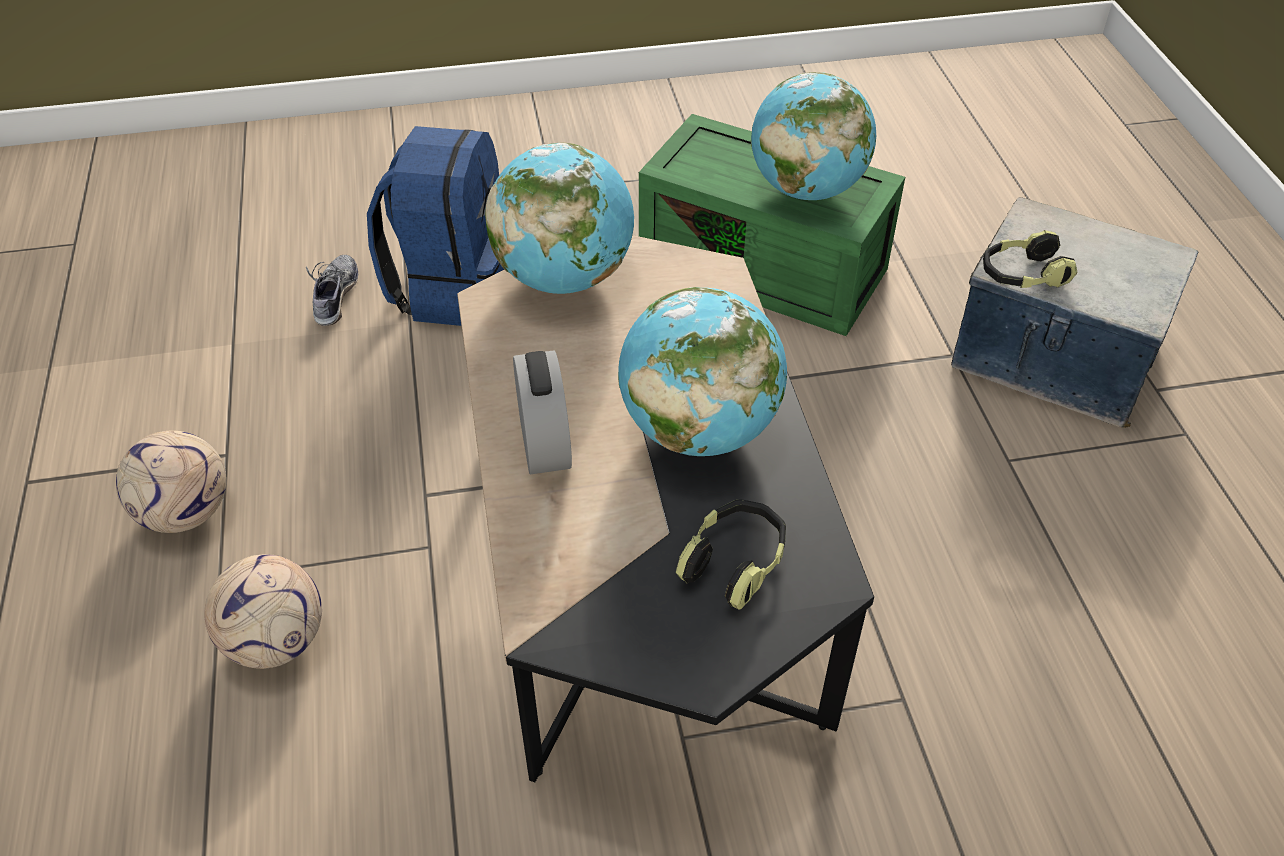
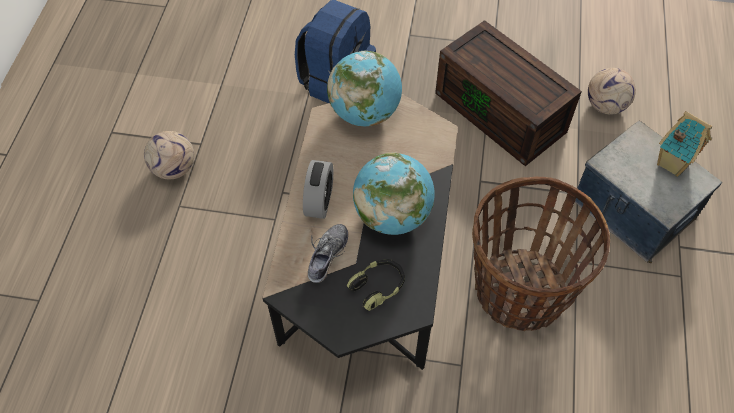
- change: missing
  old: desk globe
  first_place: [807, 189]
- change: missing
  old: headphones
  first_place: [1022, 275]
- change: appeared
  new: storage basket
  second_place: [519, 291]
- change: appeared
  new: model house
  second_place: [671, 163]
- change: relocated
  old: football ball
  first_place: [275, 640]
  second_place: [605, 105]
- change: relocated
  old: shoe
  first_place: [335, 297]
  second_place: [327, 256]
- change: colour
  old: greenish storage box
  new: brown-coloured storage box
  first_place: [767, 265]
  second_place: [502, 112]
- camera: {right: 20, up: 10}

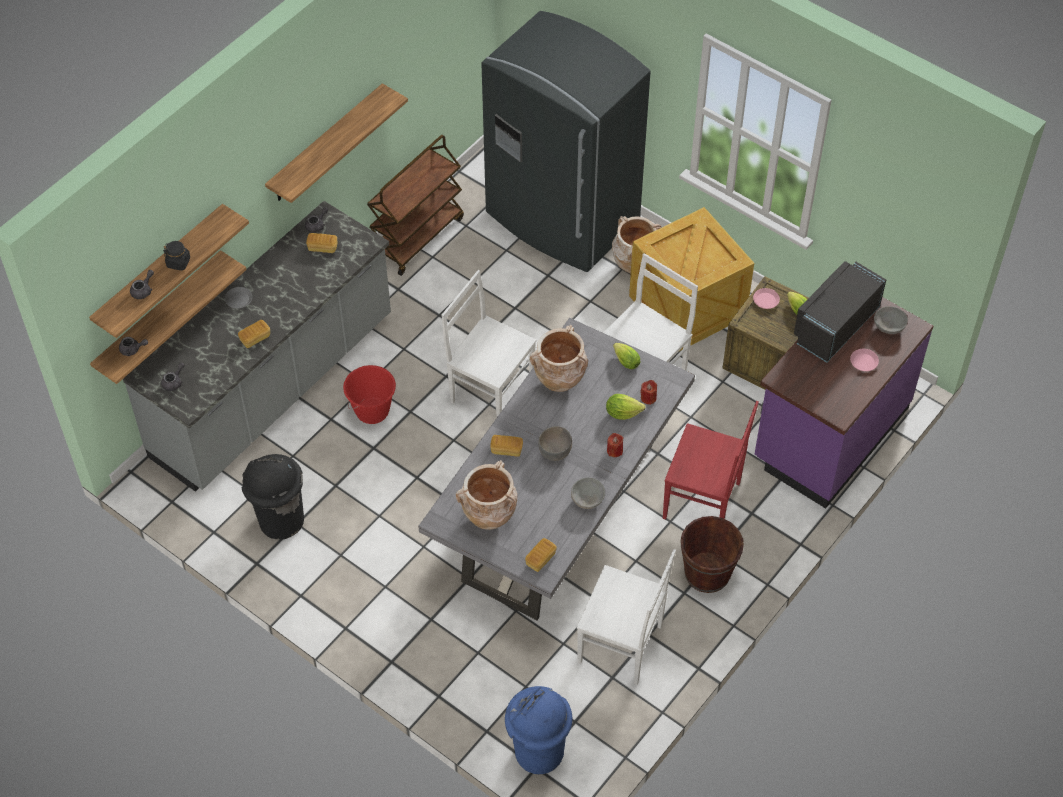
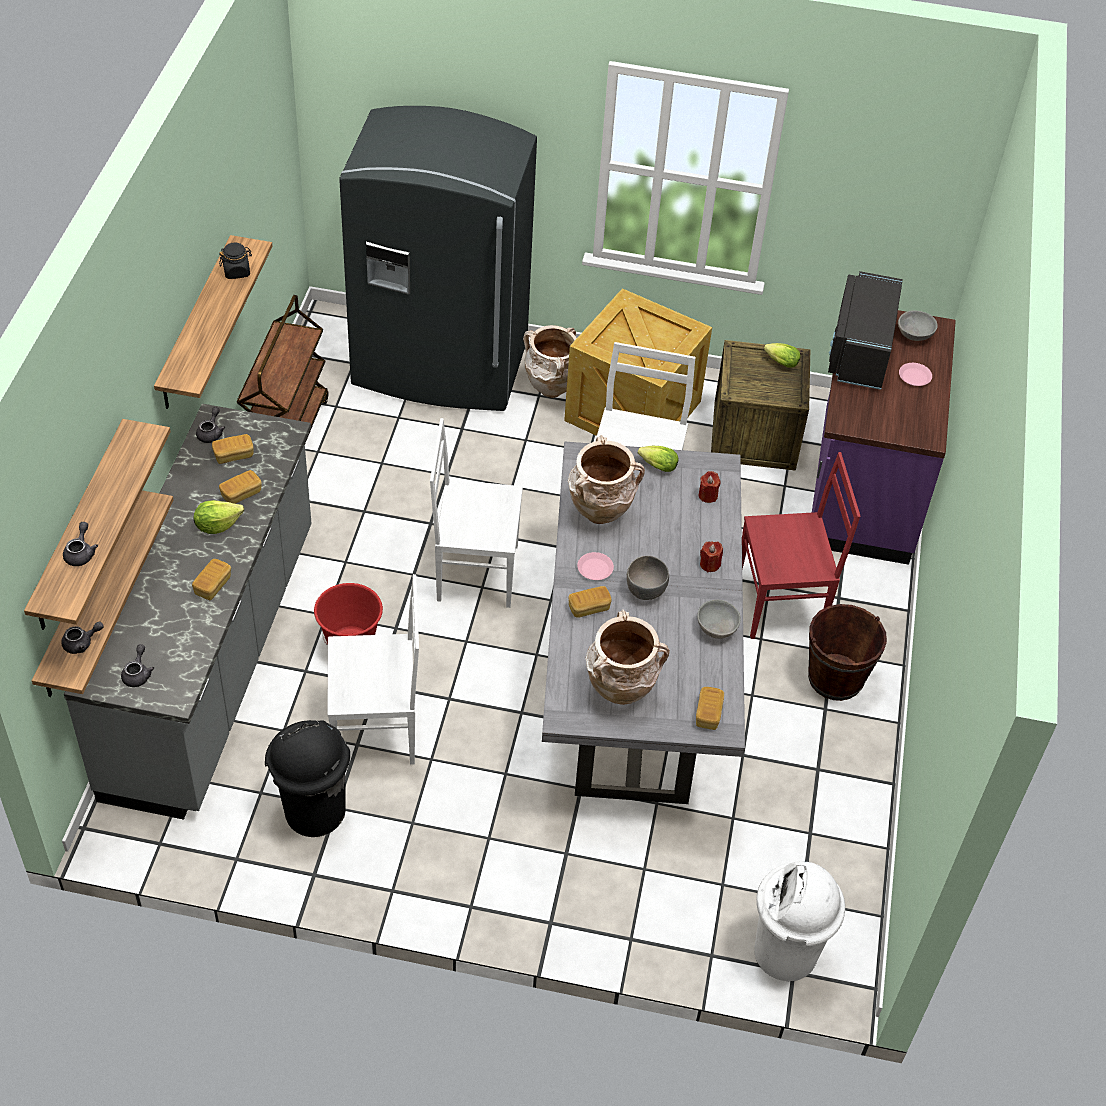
- change: missing
  old: gray dinner plate
  first_place: [238, 299]
- change: appeared
  new: bread
  second_place: [241, 494]
- change: relocated
  old: black-coloured jar
  first_place: [178, 262]
  second_place: [237, 271]
- change: relocated
  old: white chair
  first_place: [622, 645]
  second_place: [377, 729]
- change: relocated
  old: lettuce head
  first_place: [622, 413]
  second_place: [217, 525]
- change: relocated
  old: pink-coloured dinner plate
  first_place: [765, 300]
  second_place: [595, 569]
- change: colour
  old: blue-coloured trash can
  new: white trash can
  first_place: [538, 753]
  second_place: [785, 954]
- camera: {right: -30, up: -5}

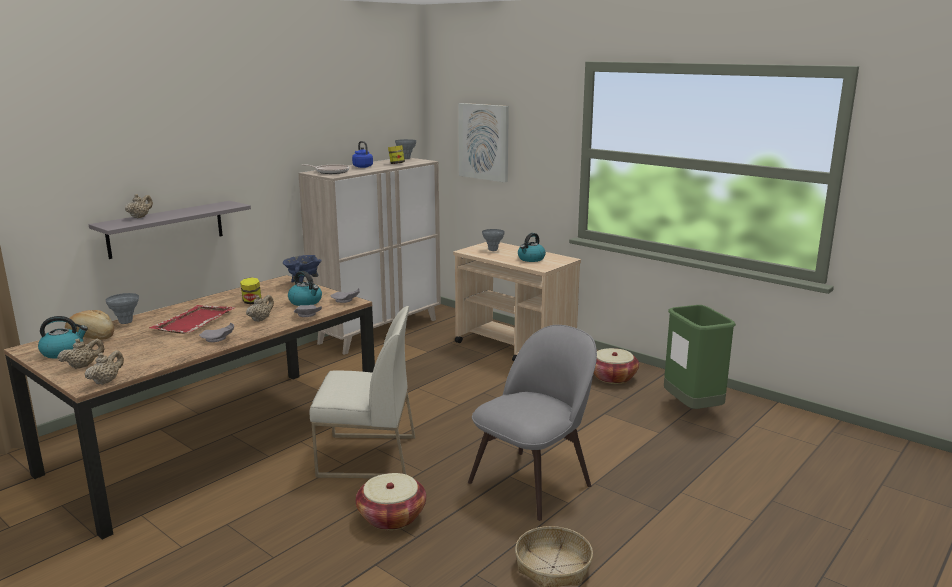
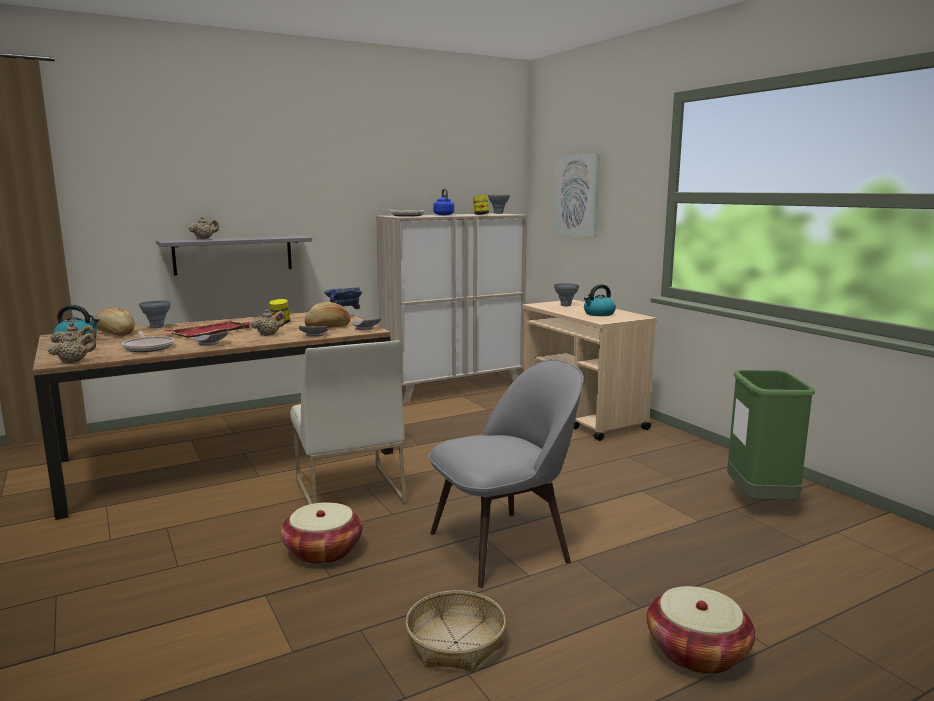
- change: appeared
  new: pan
  second_place: [148, 347]
- change: relocated
  old: storage basket
  first_place: [612, 377]
  second_place: [697, 652]
- change: exchanged
  old: water kettle
  new: bread
  first_place: [306, 302]
  second_place: [328, 327]
- change: spun
  old: white chair
  first_place: [366, 456]
  second_place: [348, 491]
  degrees: 45
- camera: {right: 20, up: -5}

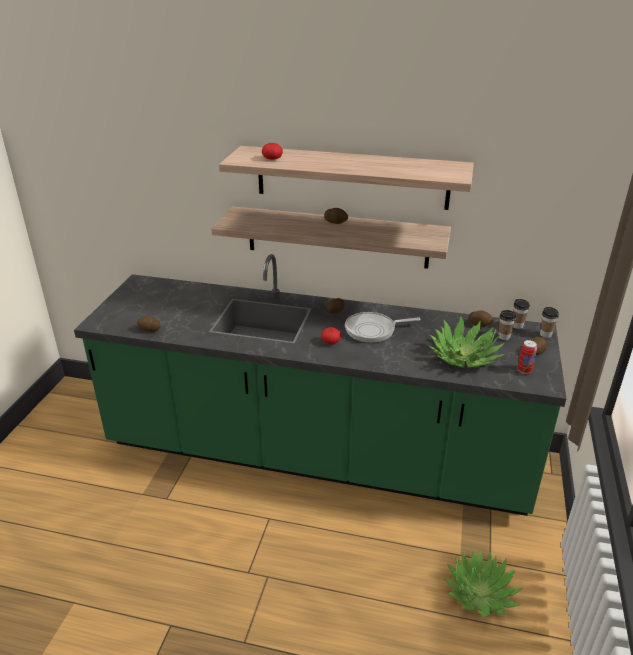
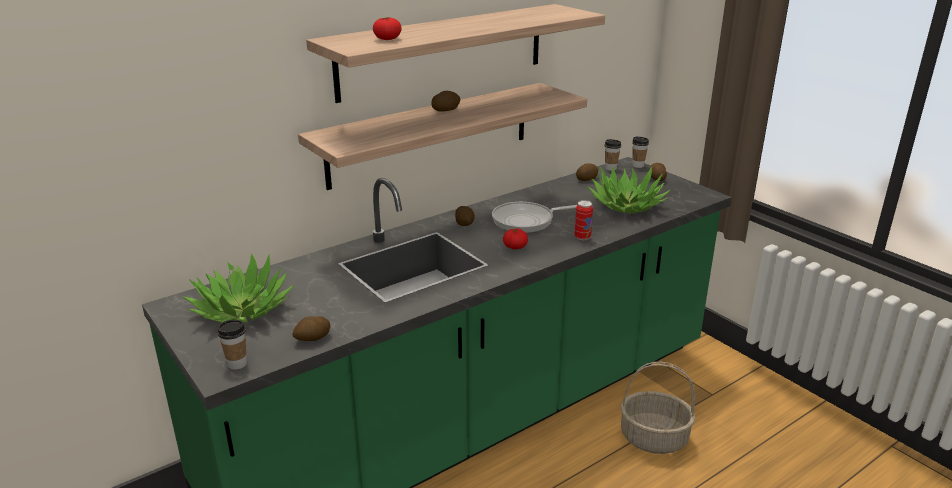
- change: appeared
  new: storage basket
  second_place: [654, 438]
- change: relocated
  old: houseplant
  first_place: [480, 592]
  second_place: [242, 309]
- change: relocated
  old: cup
  first_place: [504, 337]
  second_place: [237, 364]
- change: relocated
  old: can
  first_place: [524, 370]
  second_place: [582, 237]
- change: spun
  old: pan
  first_place: [373, 330]
  second_place: [526, 221]
  degrees: 45
- camera: {right: -50, up: -5}

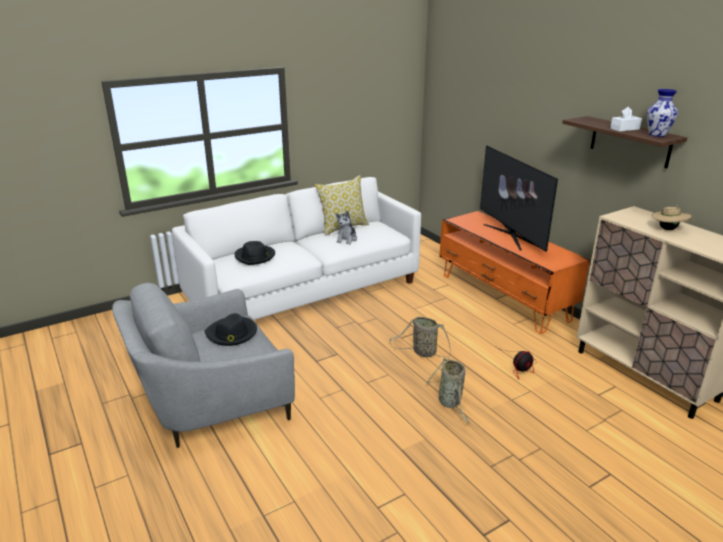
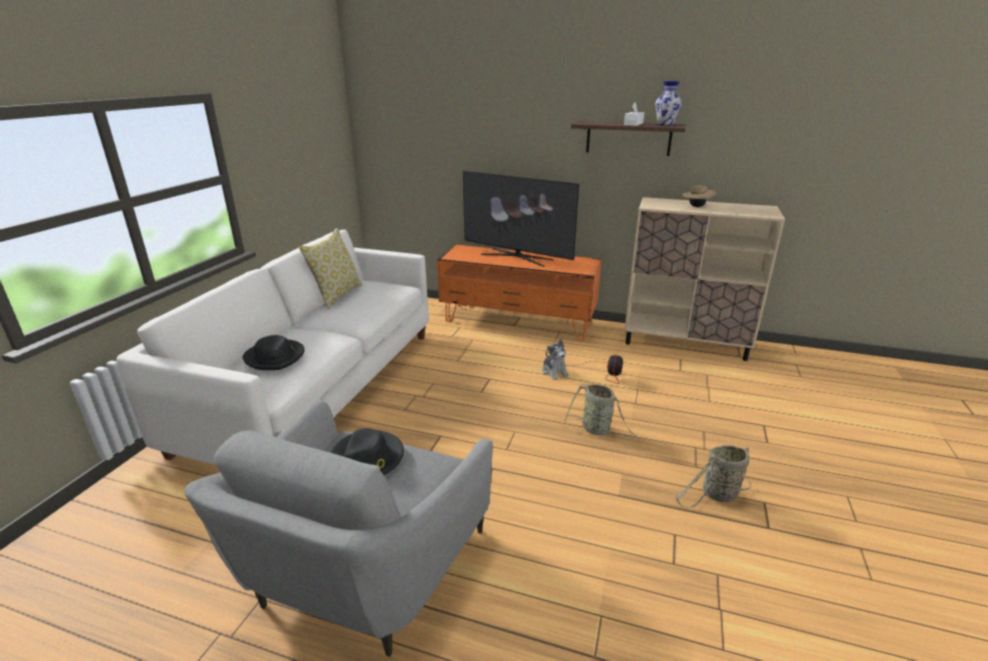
- change: relocated
  old: plush toy
  first_place: [347, 239]
  second_place: [554, 371]
- change: relocated
  old: storage basket
  first_place: [422, 352]
  second_place: [717, 495]
- camera: {right: -40, up: 0}

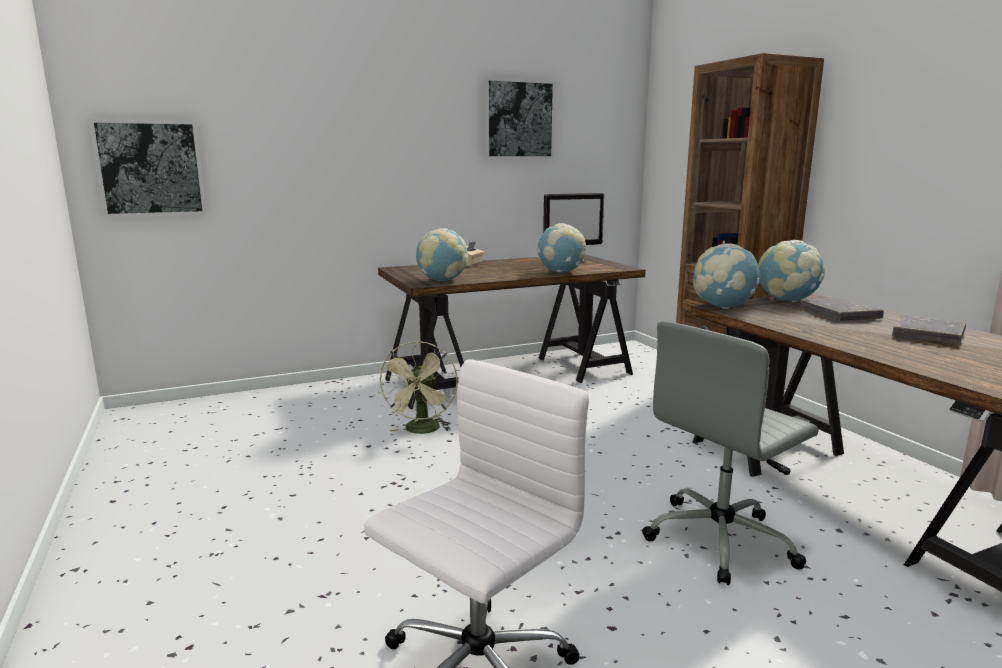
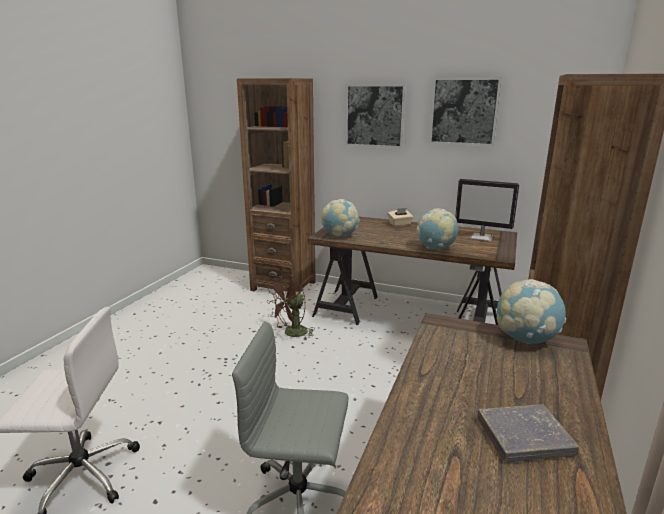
- change: missing
  old: desk globe
  first_place: [723, 307]
- change: missing
  old: gray bound book
  first_place: [840, 314]
- change: appeared
  new: brown-coloured bookshelf
  second_place: [283, 286]
- change: relocated
  old: wall picture
  first_place: [150, 168]
  second_place: [375, 115]
- change: colour
  old: greenish cooling fan
  new: brown-coloured cooling fan
  first_place: [422, 431]
  second_place: [292, 334]
- camera: {right: 45, up: 5}

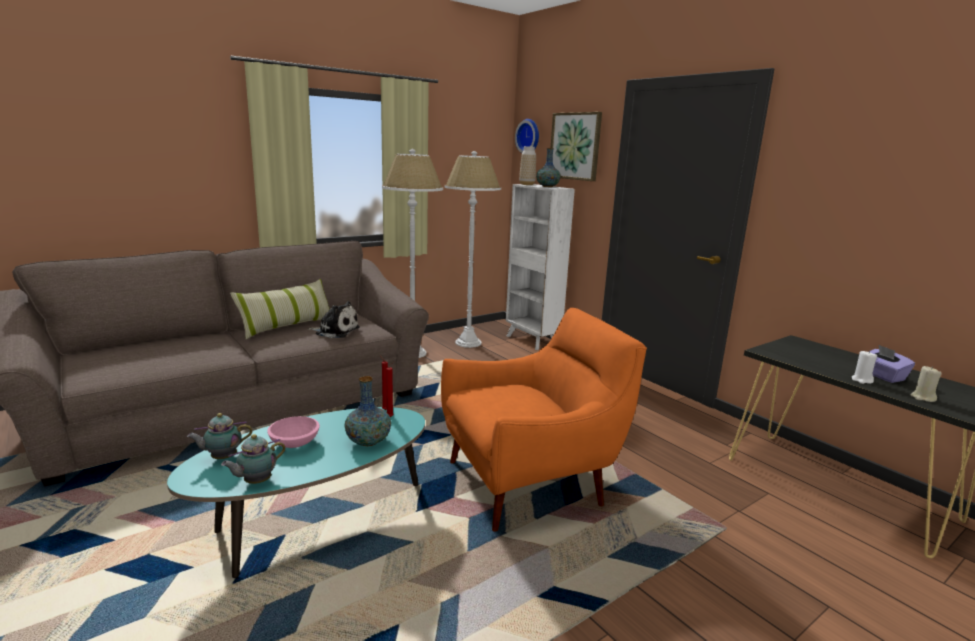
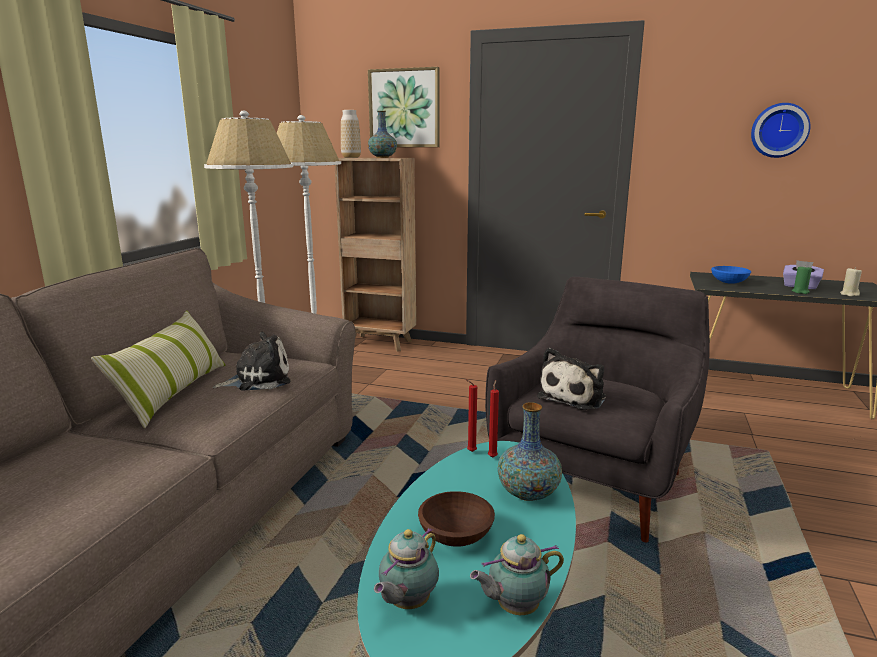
- change: appeared
  new: plush toy
  second_place: [574, 397]
- change: appeared
  new: blue-coloured deep dish
  second_place: [729, 282]
- change: relocated
  old: clock on the wall
  first_place: [529, 137]
  second_place: [779, 130]
- change: colour
  old: pink-coloured deep dish
  new: brown-coloured deep dish
  first_place: [295, 442]
  second_place: [455, 534]
- change: colour
  old: orangey easy chair
  new: gray easy chair
  first_place: [531, 482]
  second_place: [595, 479]
- change: colour
  old: white bookshelf
  new: brown-coloured bookshelf
  first_place: [532, 341]
  second_place: [380, 343]
- change: colour
  old: white candle
  new: greenish candle
  first_place: [861, 380]
  second_place: [800, 292]
- change: spun
  old: teapot
  first_place: [256, 482]
  second_place: [514, 608]
  degrees: 60
- camera: {right: -35, up: 0}

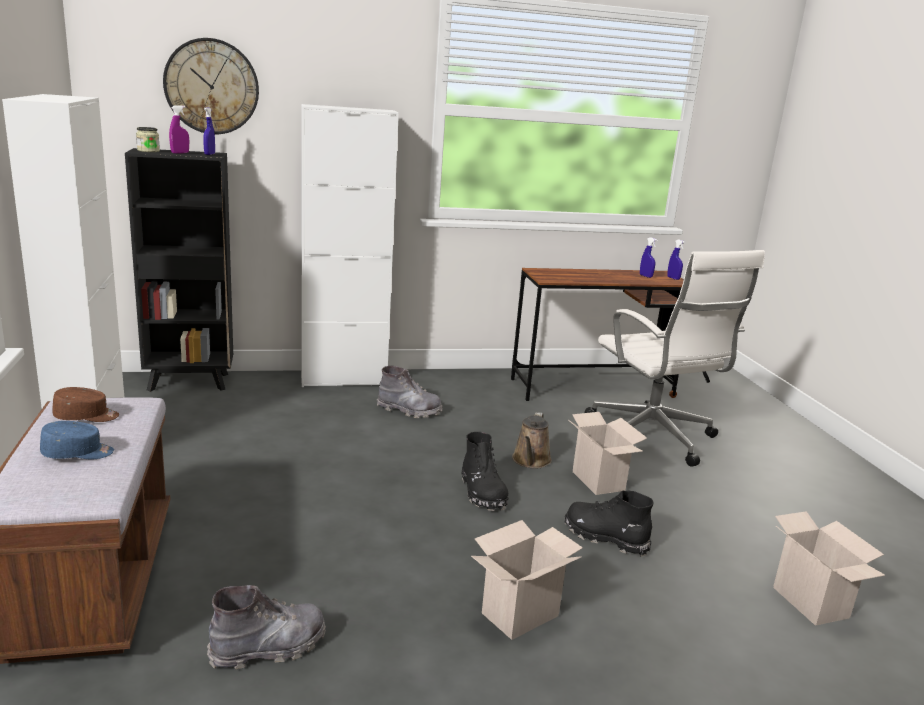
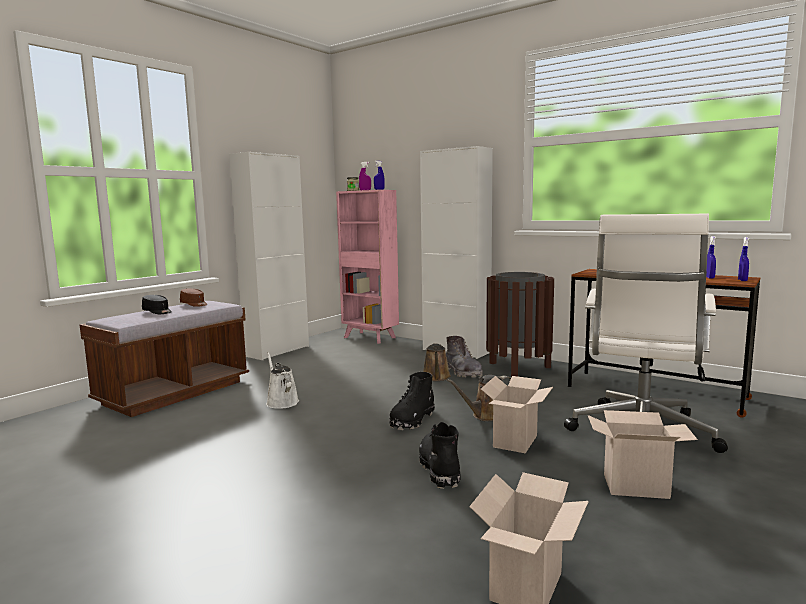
- change: missing
  old: clock on the wall
  first_place: [211, 87]
- change: missing
  old: gray boot
  first_place: [269, 648]
- change: appeared
  new: white sprinkling can
  second_place: [281, 401]
- change: appeared
  new: brown-coloured sprinkling can
  second_place: [436, 377]
- change: appeared
  new: brown-coloured trash can
  second_place: [518, 368]
- change: relocated
  old: carton
  first_place: [520, 612]
  second_place: [637, 486]
- change: colour
  old: blue-coloured cap
  new: black-coloured cap
  first_place: [78, 453]
  second_place: [157, 312]
- change: colour
  old: black-coloured bookshelf
  new: pink-coloured bookshelf
  first_place: [190, 382]
  second_place: [370, 338]
- camera: {right: 50, up: -10}

